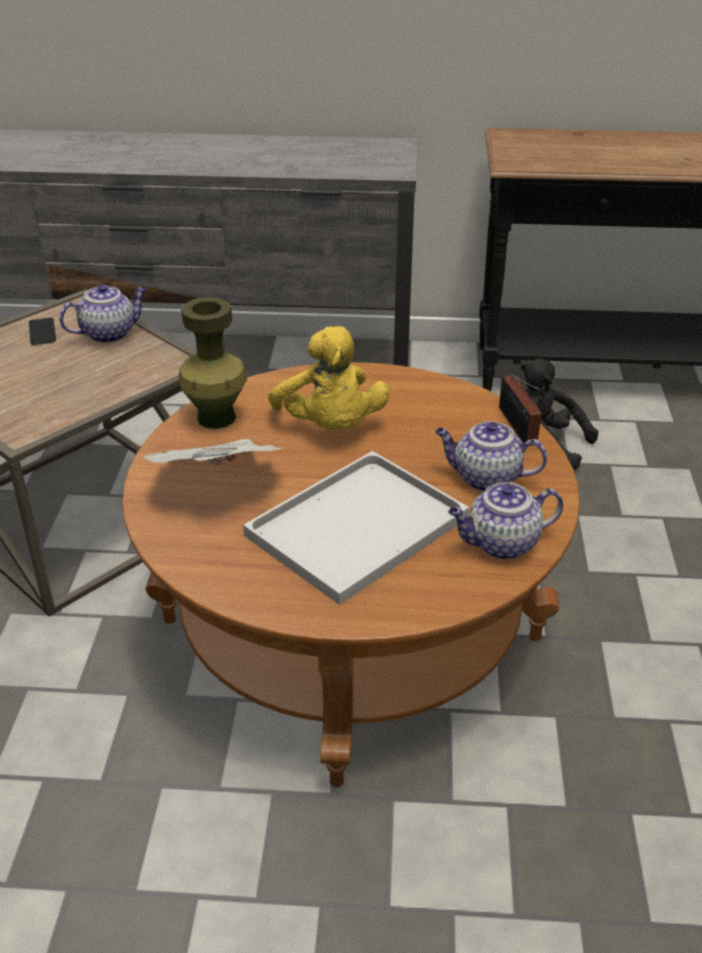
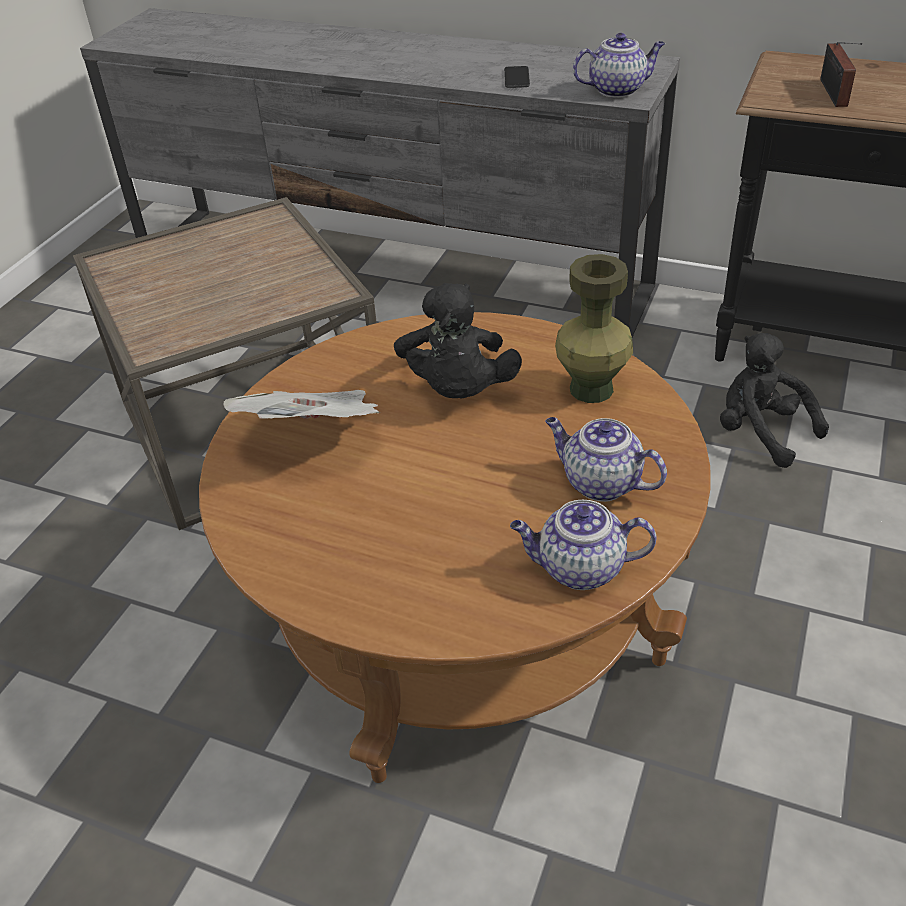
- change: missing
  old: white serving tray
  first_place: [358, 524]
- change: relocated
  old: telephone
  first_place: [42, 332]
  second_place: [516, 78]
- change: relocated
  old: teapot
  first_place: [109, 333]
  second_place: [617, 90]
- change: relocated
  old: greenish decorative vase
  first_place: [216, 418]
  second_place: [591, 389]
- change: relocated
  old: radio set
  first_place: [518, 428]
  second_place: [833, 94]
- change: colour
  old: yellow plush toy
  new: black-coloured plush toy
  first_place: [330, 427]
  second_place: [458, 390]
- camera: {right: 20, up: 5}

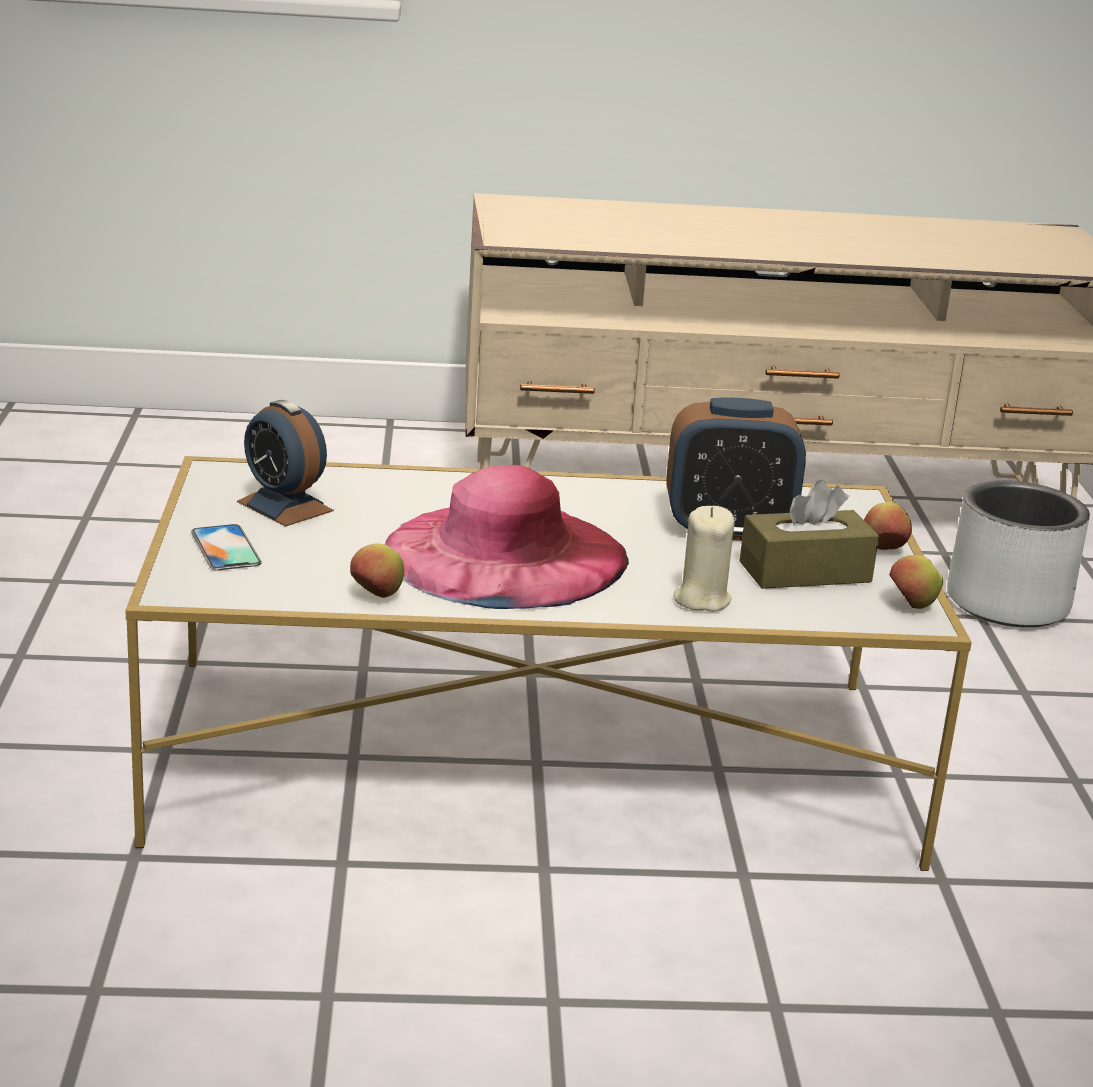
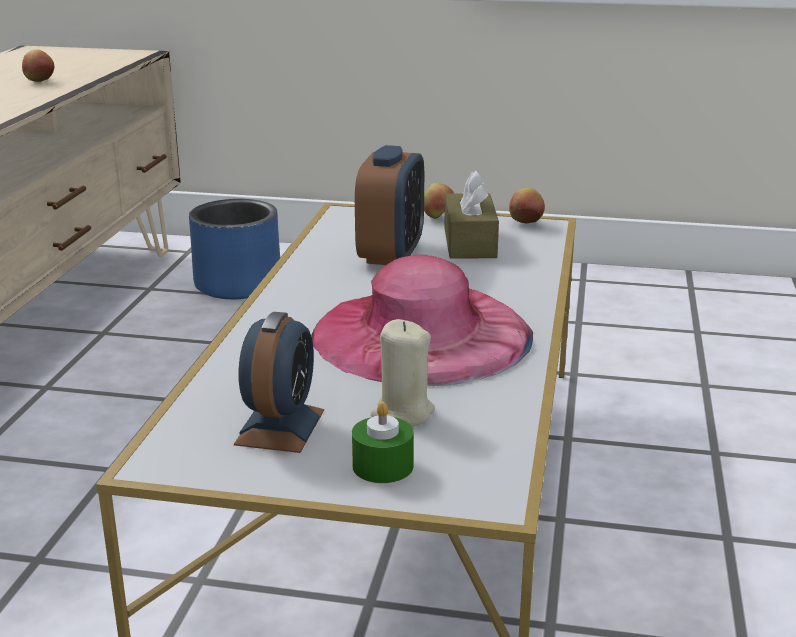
- change: relocated
  old: apple
  first_place: [377, 596]
  second_place: [40, 81]
- change: relocated
  old: beige-coloured candle
  first_place: [701, 599]
  second_place: [402, 413]
- change: exchanged
  old: telephone
  new: greenish candle
  first_place: [225, 548]
  second_place: [382, 466]
- change: colour
  old: gray flower pot
  new: blue-coloured flower pot
  first_place: [1008, 603]
  second_place: [238, 284]
- change: spun
  old: alarm clock
  first_place: [285, 506]
  second_place: [280, 427]
  degrees: -45
- camera: {right: -75, up: 0}

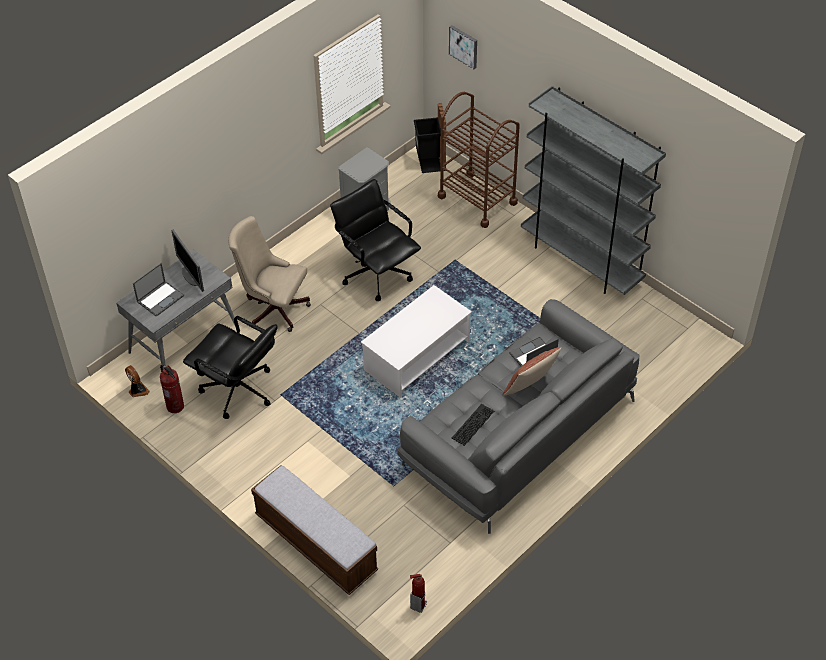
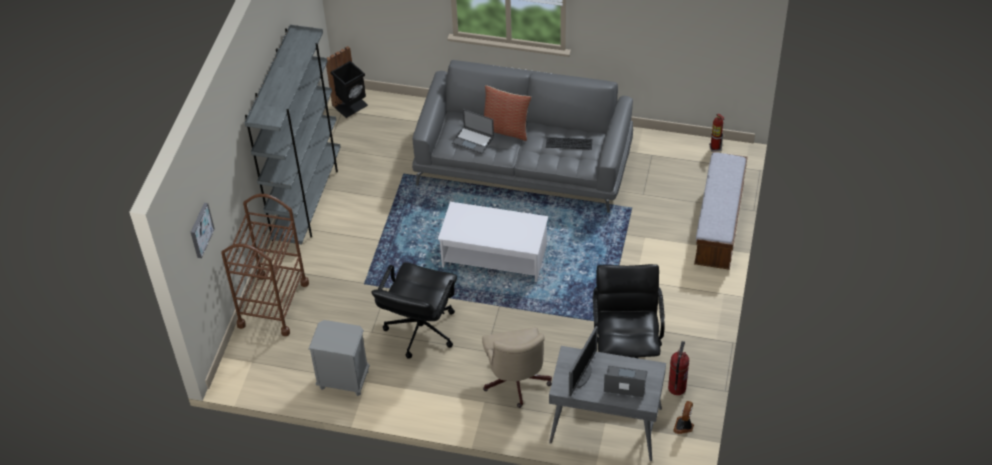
- change: relocated
  old: black-coloured trash can
  first_place: [430, 162]
  second_place: [351, 106]
- camera: {right: -120, up: 0}

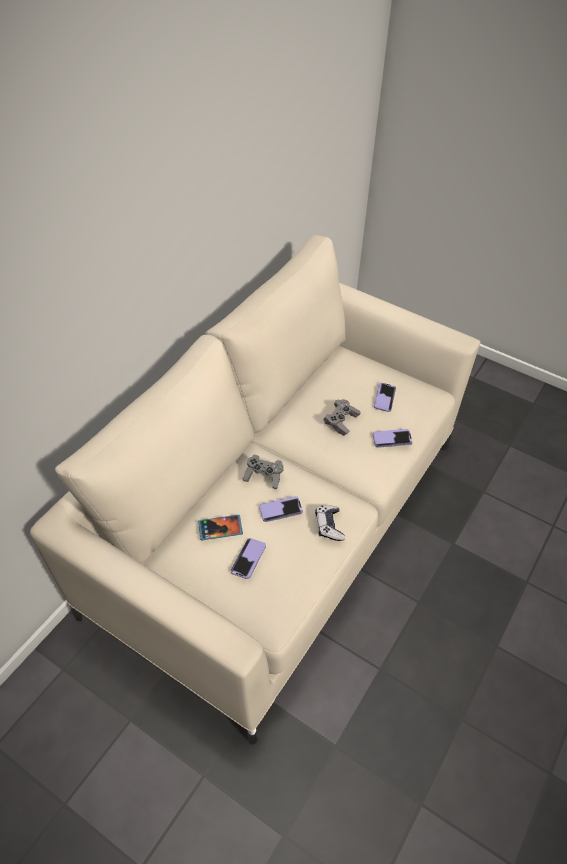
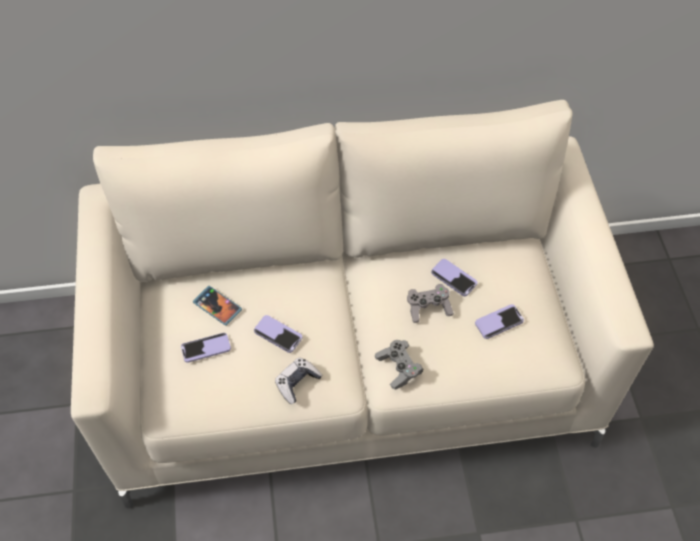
- change: relocated
  old: gray gamepad
  first_place: [264, 476]
  second_place: [398, 368]
- change: relocated
  old: telephone
  first_place: [392, 439]
  second_place: [454, 278]
- camera: {right: 50, up: 5}

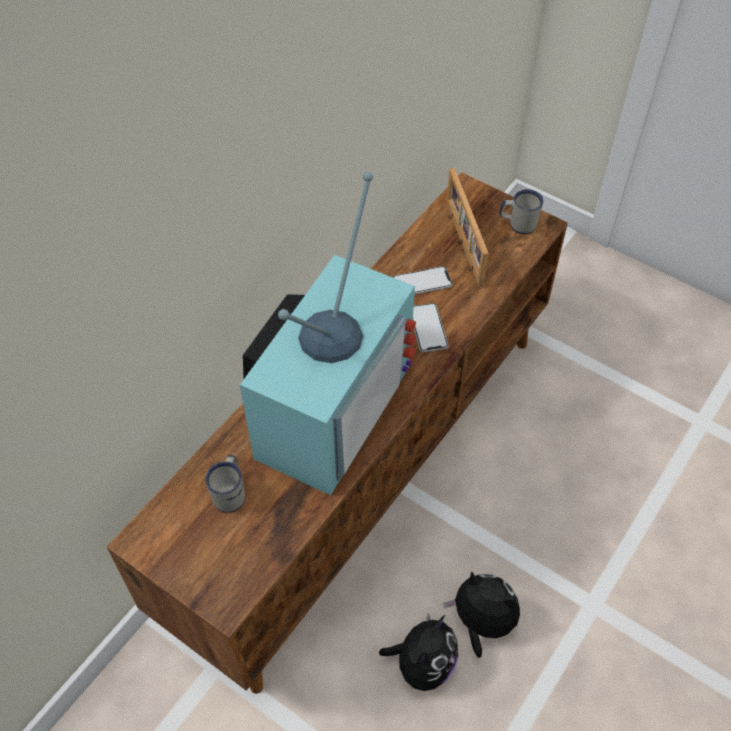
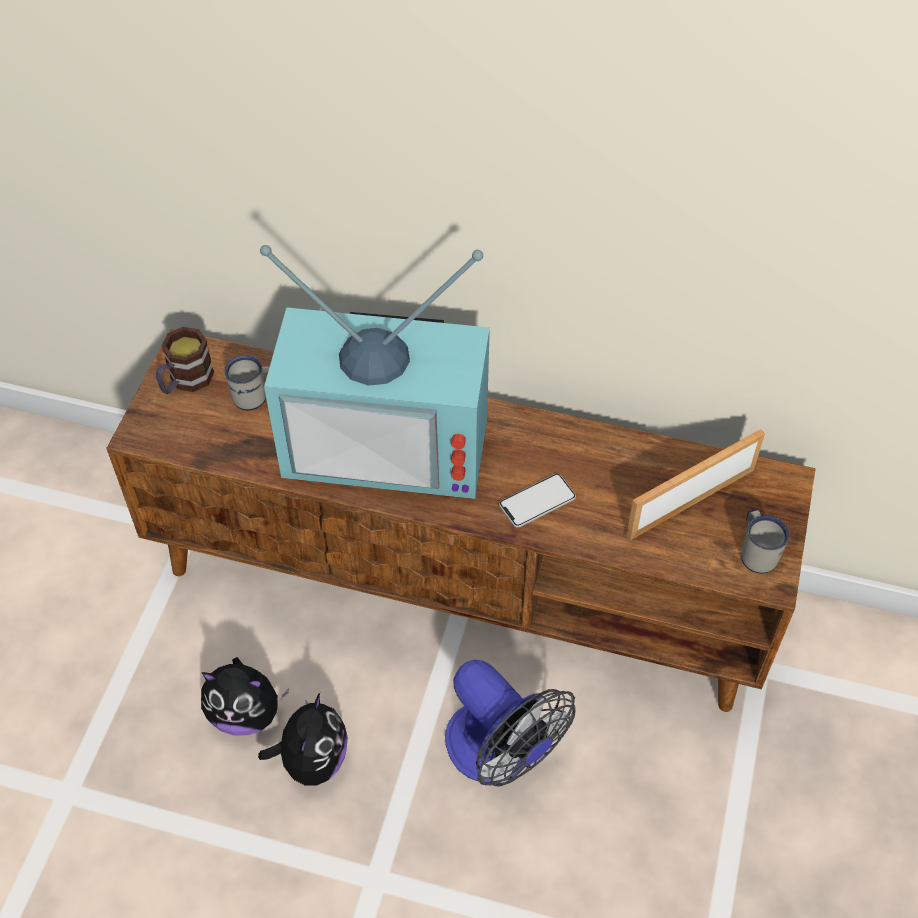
- change: missing
  old: telephone
  first_place: [422, 282]
- change: appeared
  new: tea mug
  second_place: [185, 381]
- change: appeared
  new: cooling fan
  second_place: [500, 754]
- camera: {right: 70, up: 0}

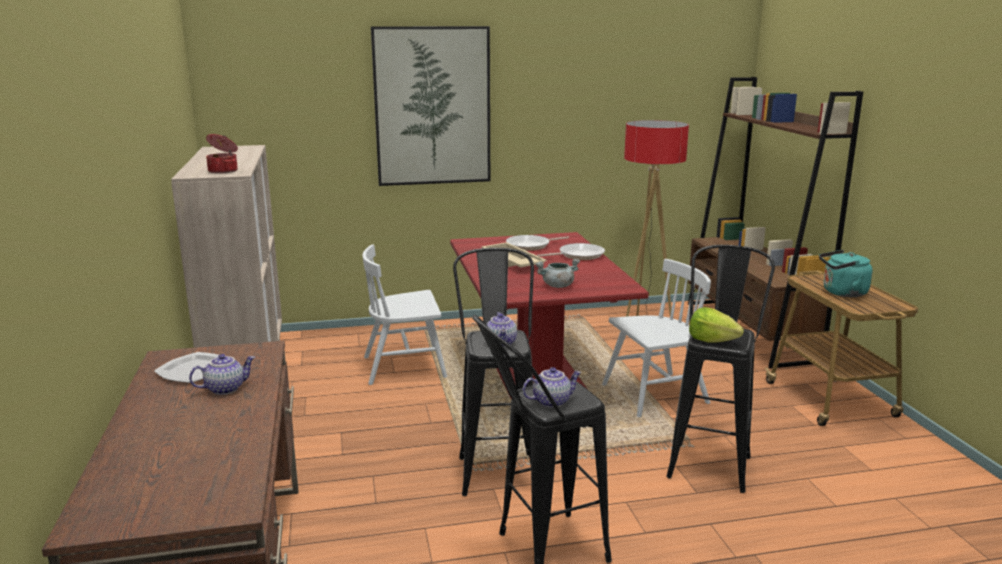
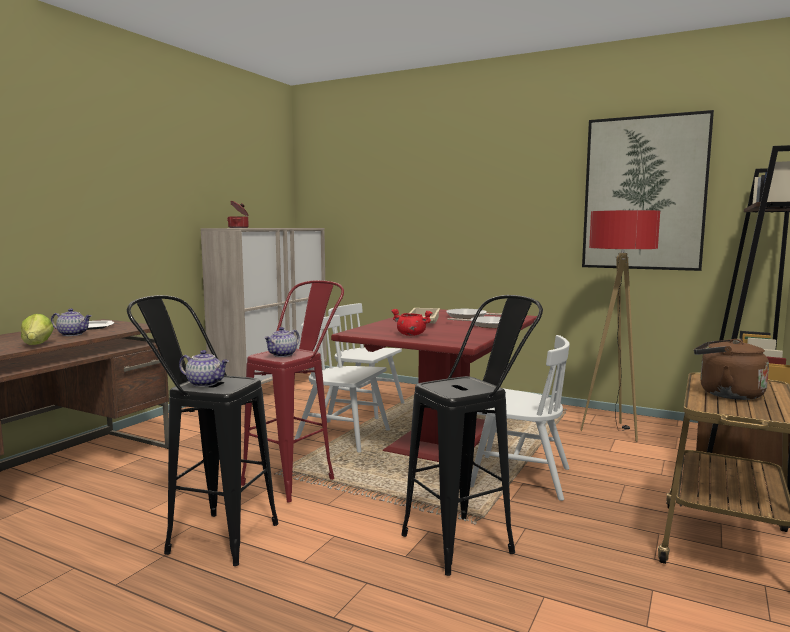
- change: appeared
  new: white chair
  second_place: [343, 436]
- change: relocated
  old: wall picture
  first_place: [432, 106]
  second_place: [644, 193]
- change: relocated
  old: lettuce head
  first_place: [711, 340]
  second_place: [37, 344]
- change: colour
  old: black-coloured sitting stool
  new: reddish sitting stool
  first_place: [497, 466]
  second_place: [297, 477]
- change: colour
  old: gray cooking pot
  new: reddish cooking pot
  first_place: [558, 286]
  second_place: [411, 335]
- change: colour
  old: blue-green water kettle
  new: brown-coloured water kettle
  first_place: [842, 293]
  second_place: [726, 394]
- camera: {right: 40, up: -10}

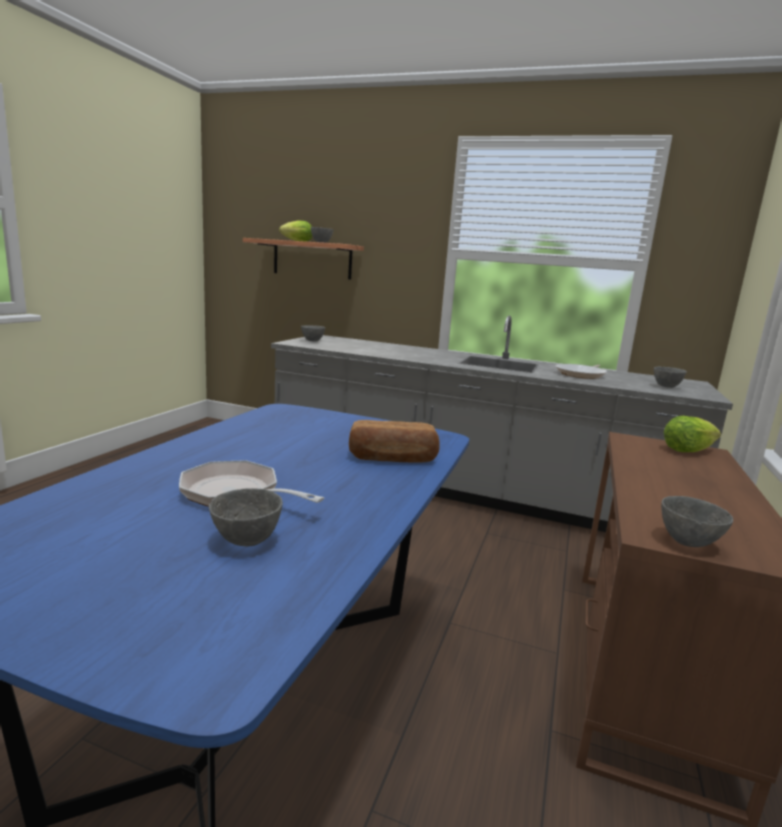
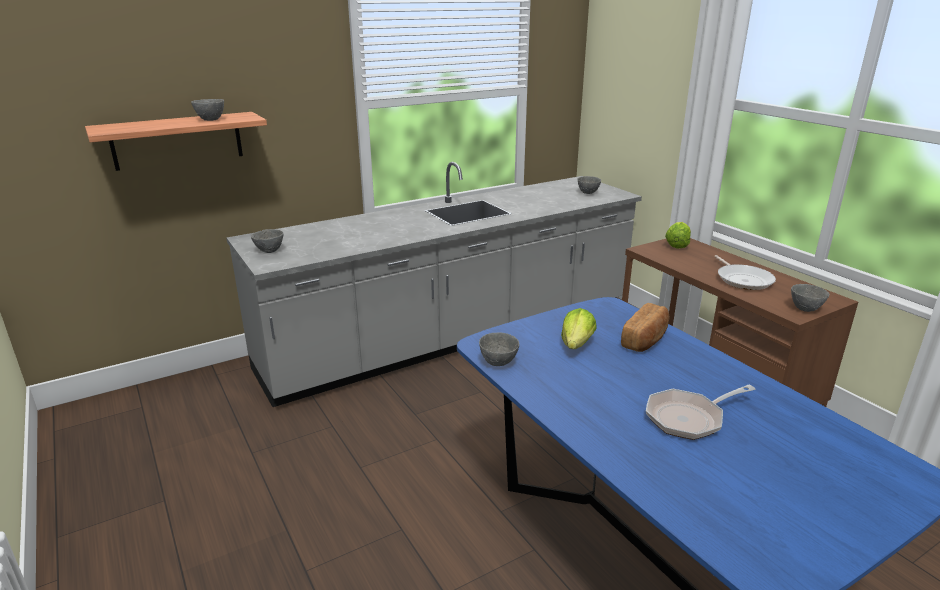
- change: relocated
  old: gray deep dish
  first_place: [248, 541]
  second_place: [499, 362]
- change: relocated
  old: lettuce head
  first_place: [298, 241]
  second_place: [576, 344]
- change: relocated
  old: pan
  first_place: [581, 374]
  second_place: [743, 279]
- camera: {right: -50, up: 10}

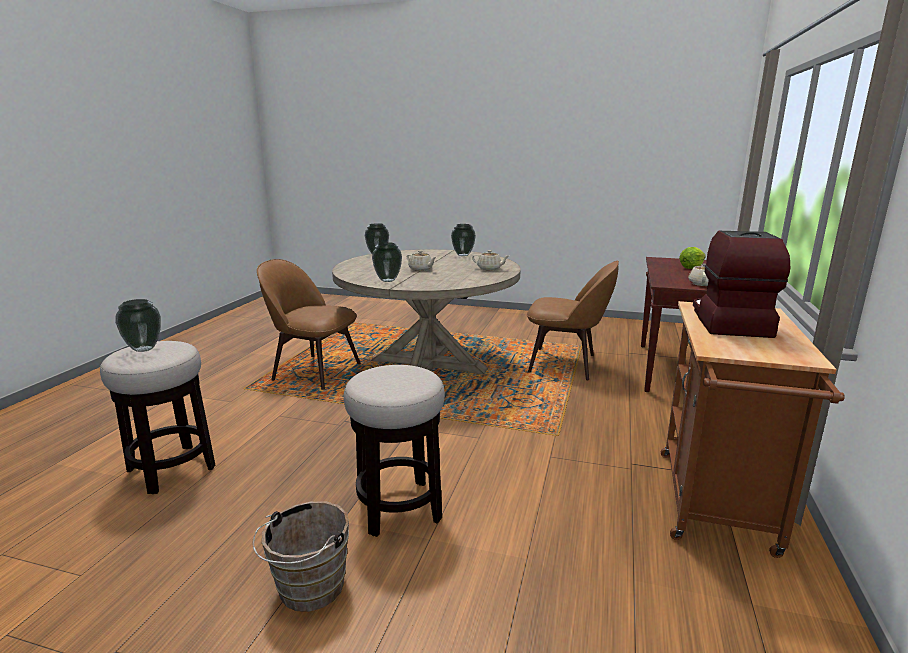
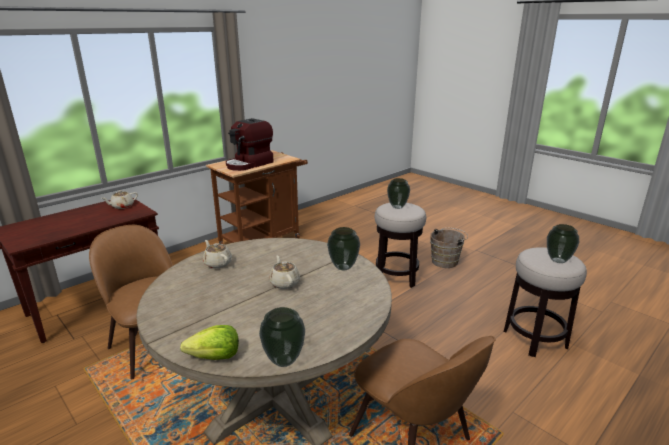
- change: relocated
  old: decorative vase
  first_place: [463, 255]
  second_place: [397, 207]
- change: relocated
  old: lettuce head
  first_place: [691, 267]
  second_place: [215, 357]
- camera: {right: -150, up: 5}

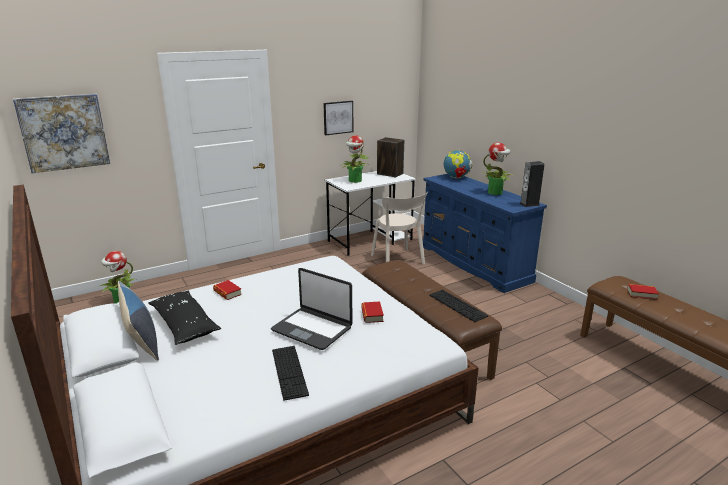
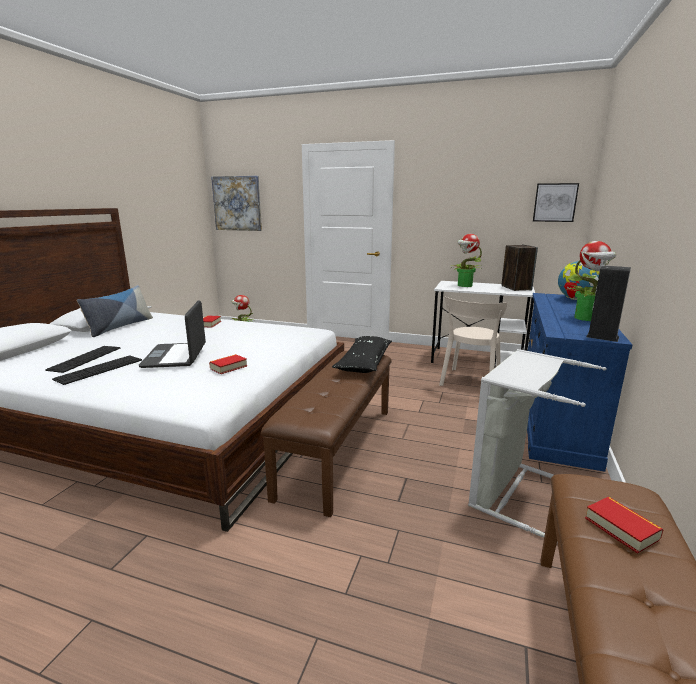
- change: appeared
  new: gray washing basket
  second_place: [513, 492]
- change: relocated
  old: black-coloured pillow
  first_place: [184, 324]
  second_place: [364, 363]
- change: relocated
  old: wall picture
  first_place: [338, 117]
  second_place: [555, 202]
- change: relocated
  old: PC keyboard
  first_place: [457, 305]
  second_place: [85, 358]
- camera: {right: 50, up: -5}

